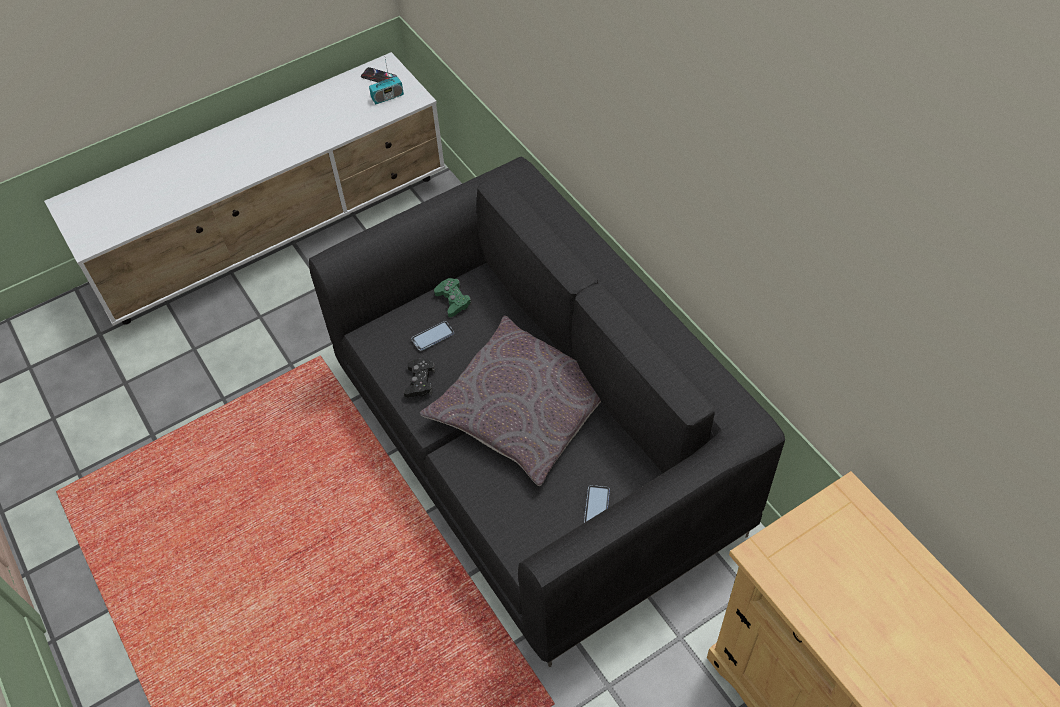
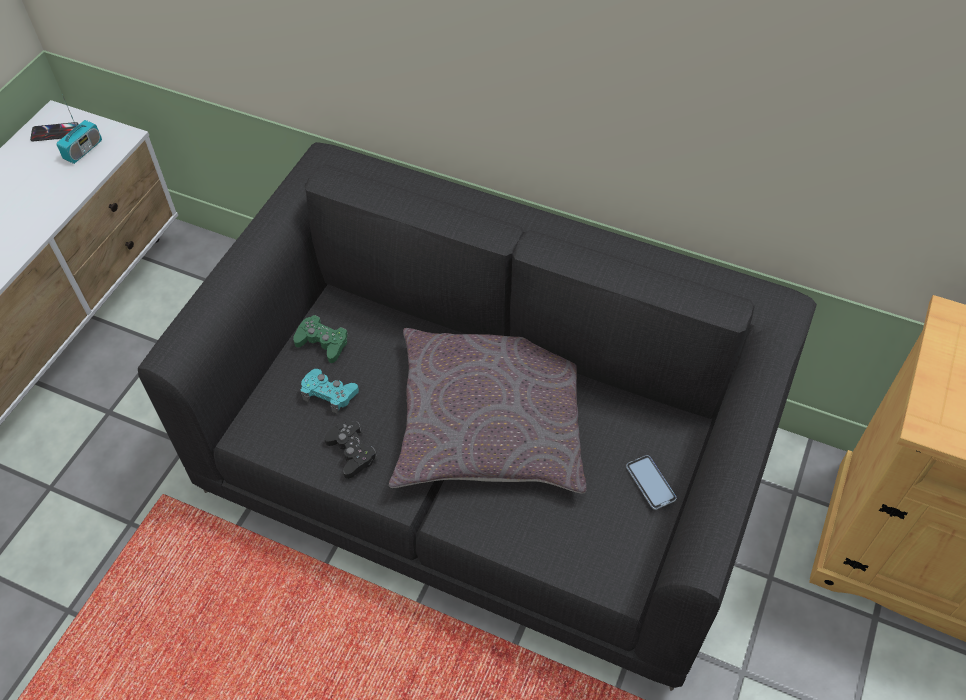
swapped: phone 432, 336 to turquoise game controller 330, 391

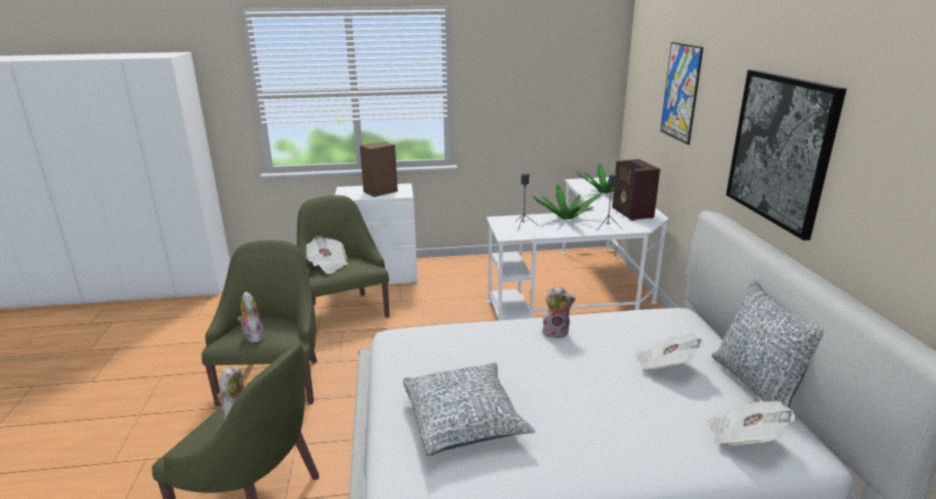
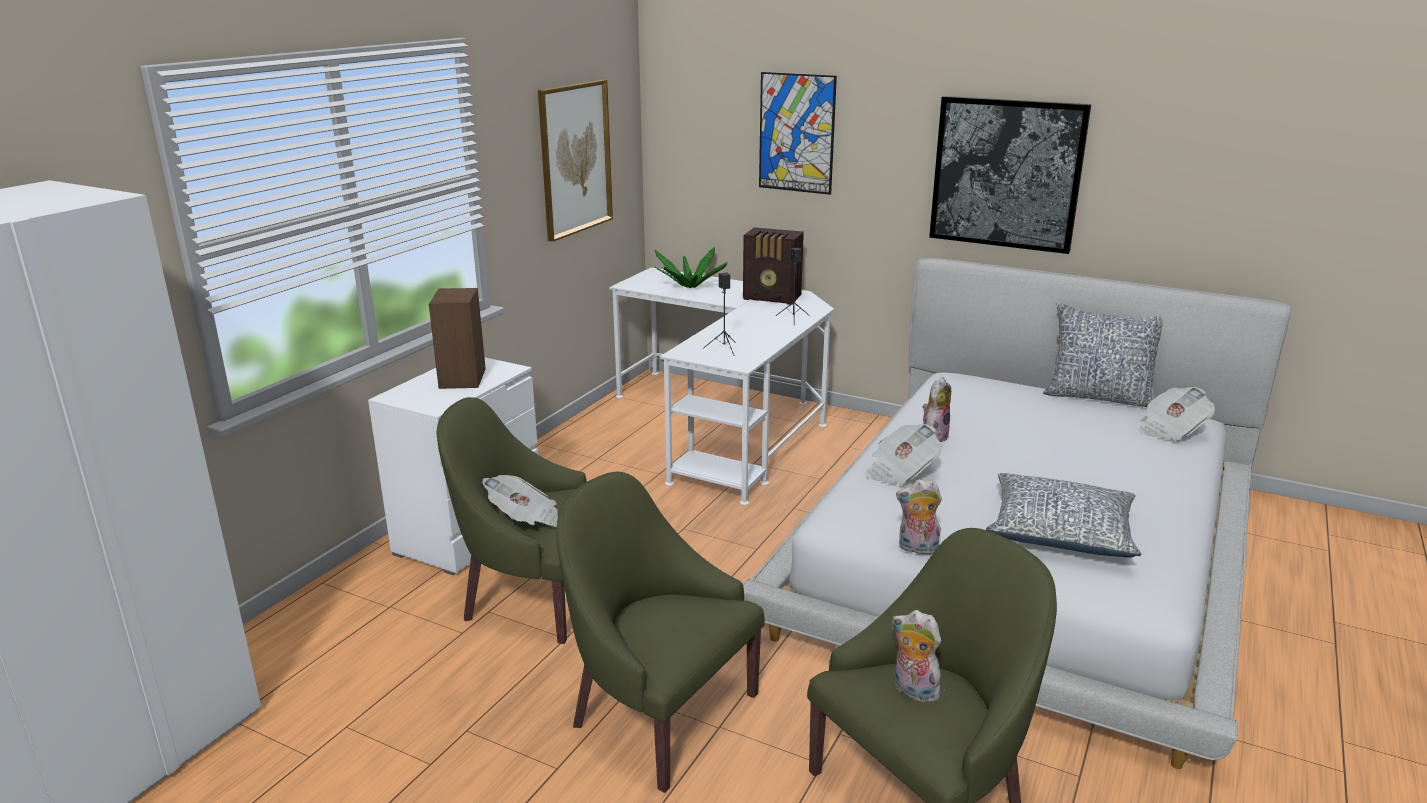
gone: potted plant 567, 202
new: picture 575, 161
shifted: plush toy 251, 316 to 919, 516; newspaper 670, 351 to 903, 454

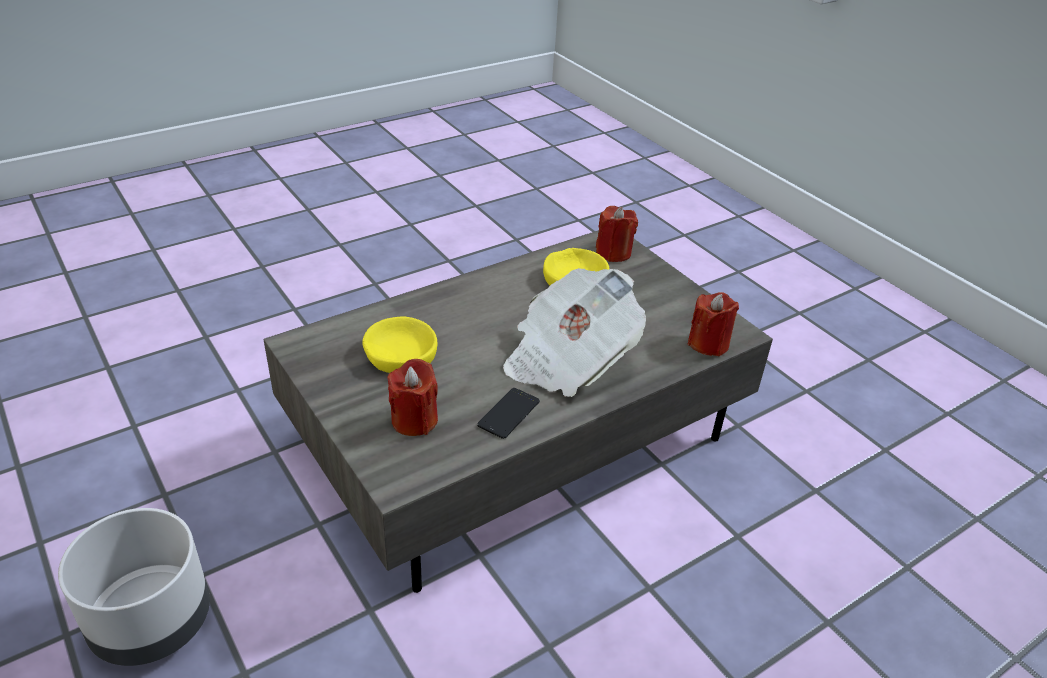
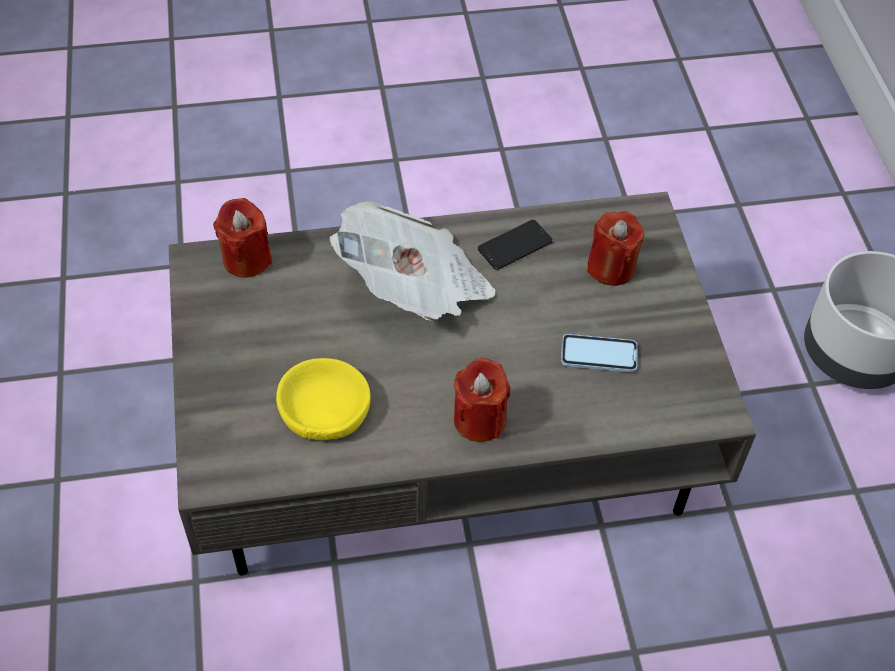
shifted: red candle 617, 234 to 482, 400
swapped: yellow bowl 399, 344 to phone 599, 353

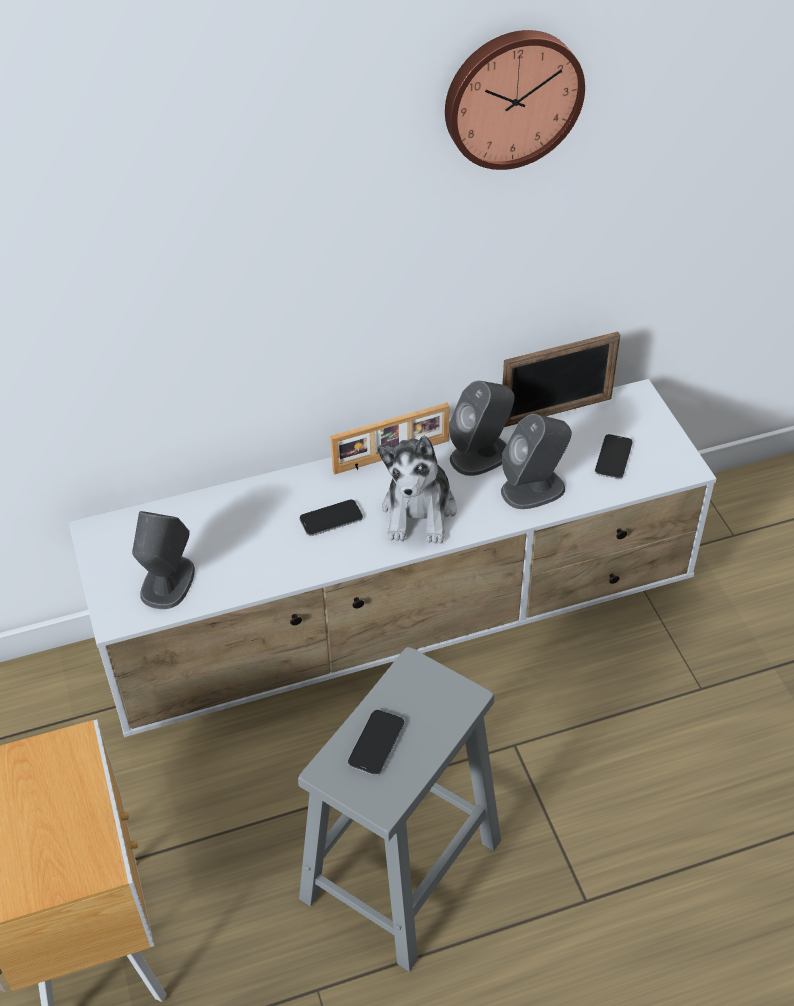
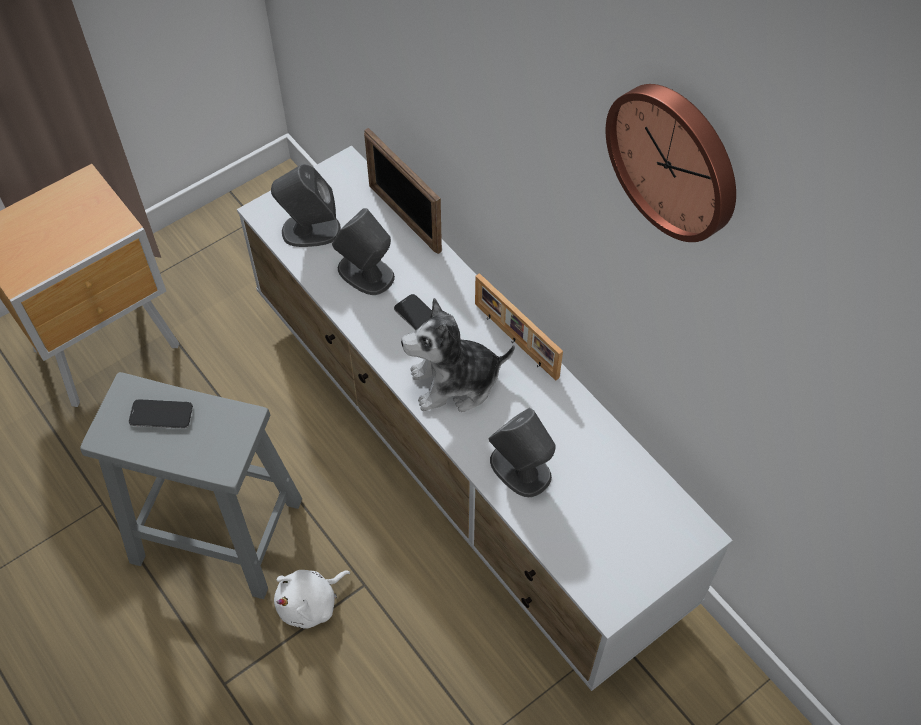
gone: phone 613, 456
new: white plush toy 312, 599
shifted: grey speaker 482, 428 to 363, 251; picture frame 561, 379 to 403, 191

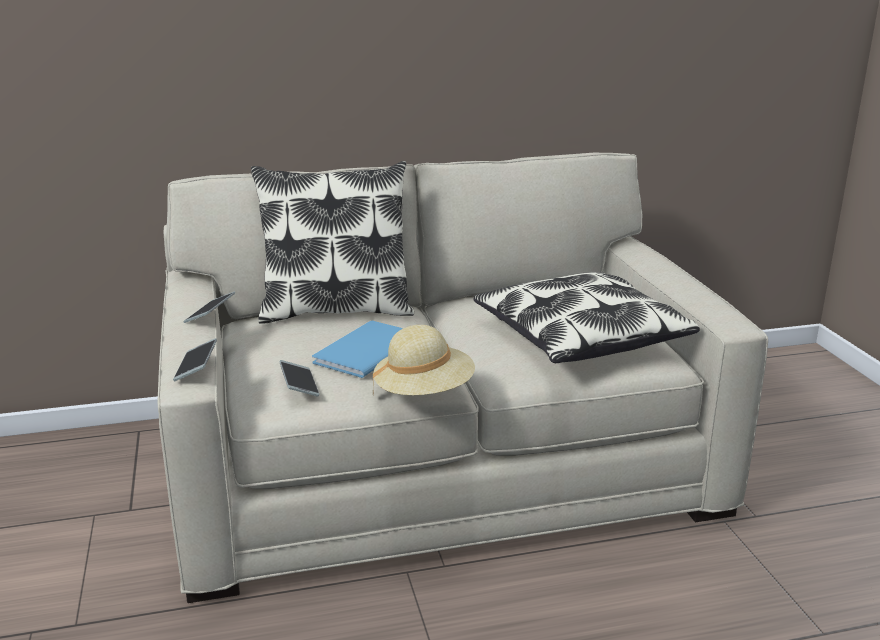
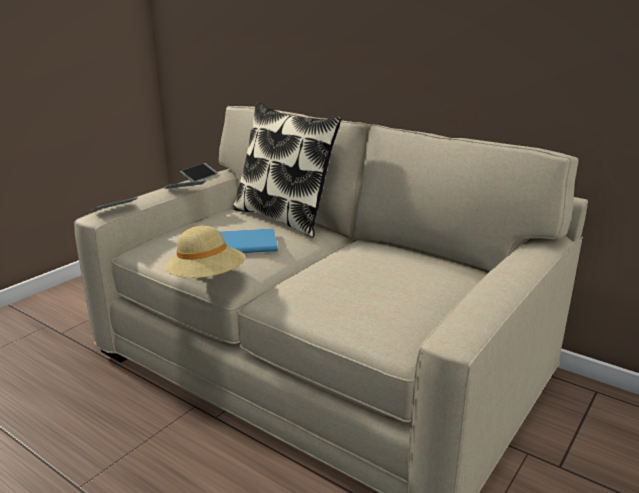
gone: pillow 587, 317
shifted: phone 299, 378 to 199, 172

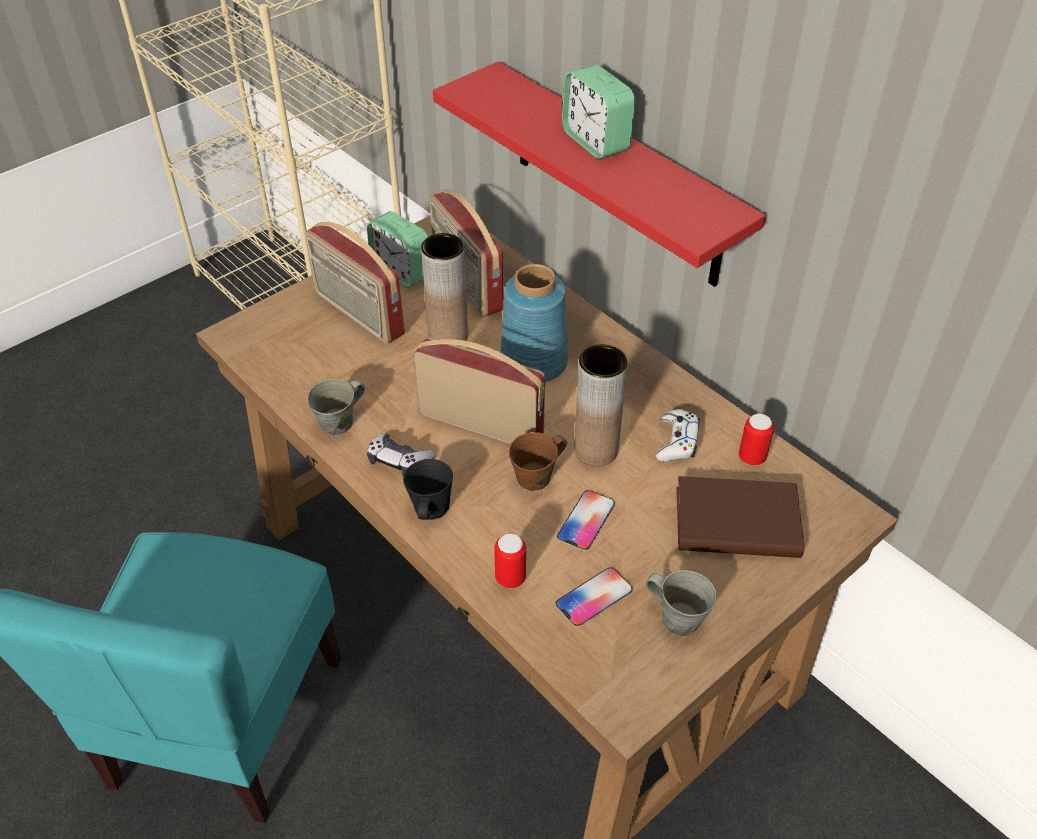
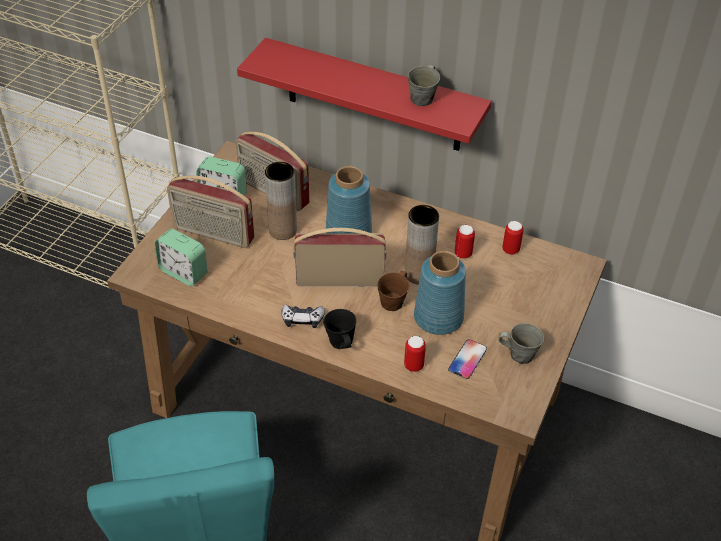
gone: brown book 740, 517
shifted: grey mug 336, 407 to 424, 85; alarm clock 599, 112 to 180, 257
swapped: phone 586, 520 to blue vase 440, 293; white game controller 677, 435 to can 465, 242

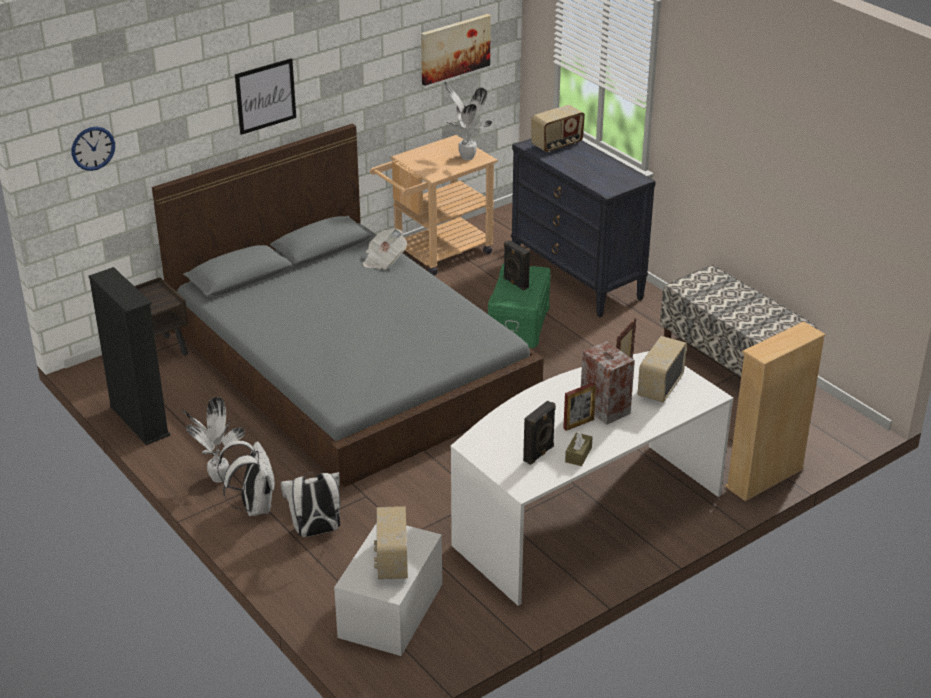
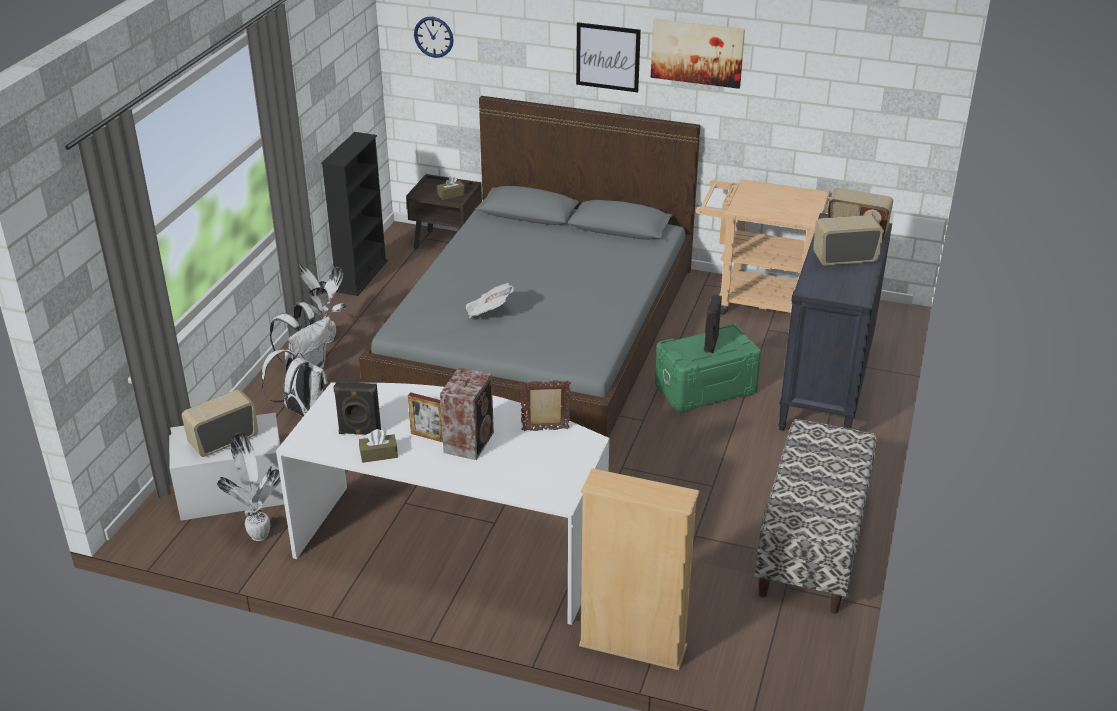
new: brown tissue box 451, 188
shifted: newspaper 385, 249 to 490, 300; picture 456, 50 to 698, 54; potted plant 468, 120 to 249, 487; radio 662, 369 to 848, 240

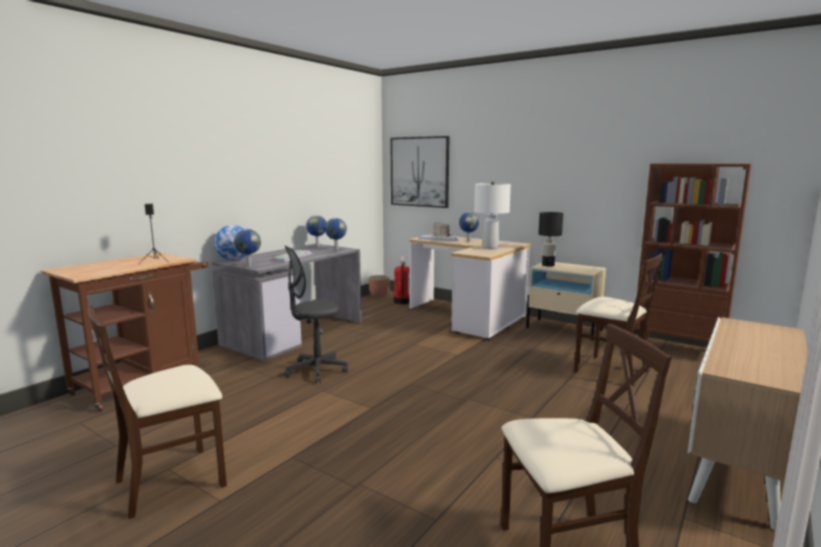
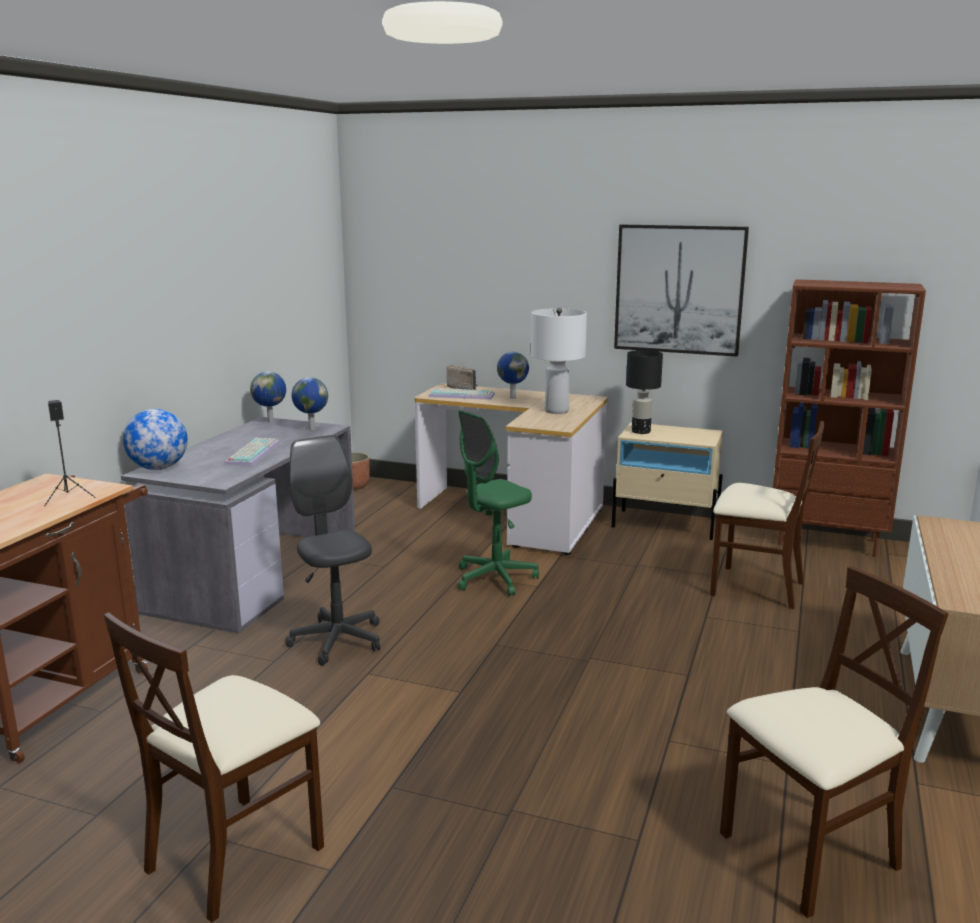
gone: globe 247, 248; fire extinguisher 402, 280
new: green office chair 498, 503
shifted: picture 420, 172 to 681, 291
rotated: grey office chair 316, 315 = 332, 550 105 degrees clockwise

